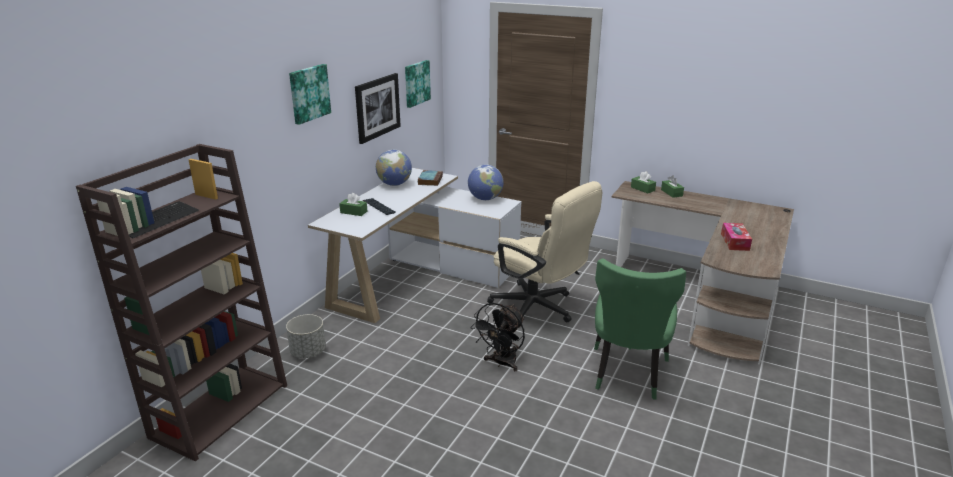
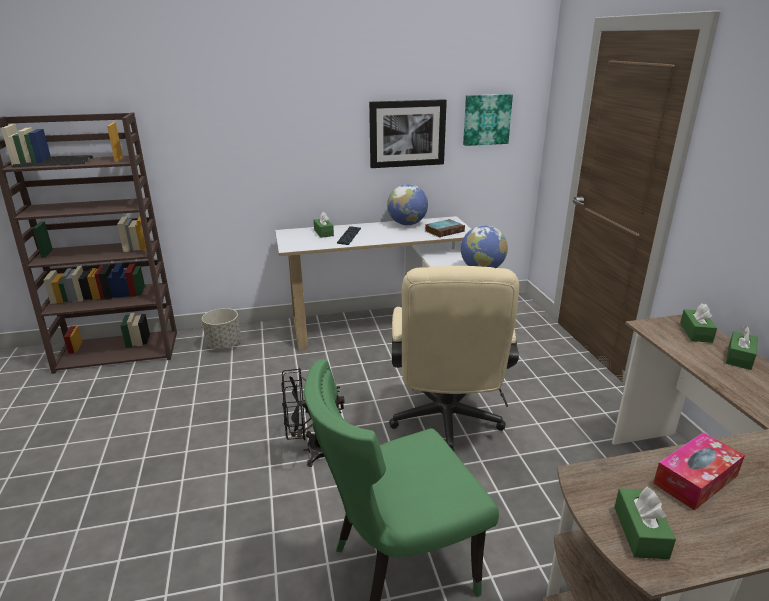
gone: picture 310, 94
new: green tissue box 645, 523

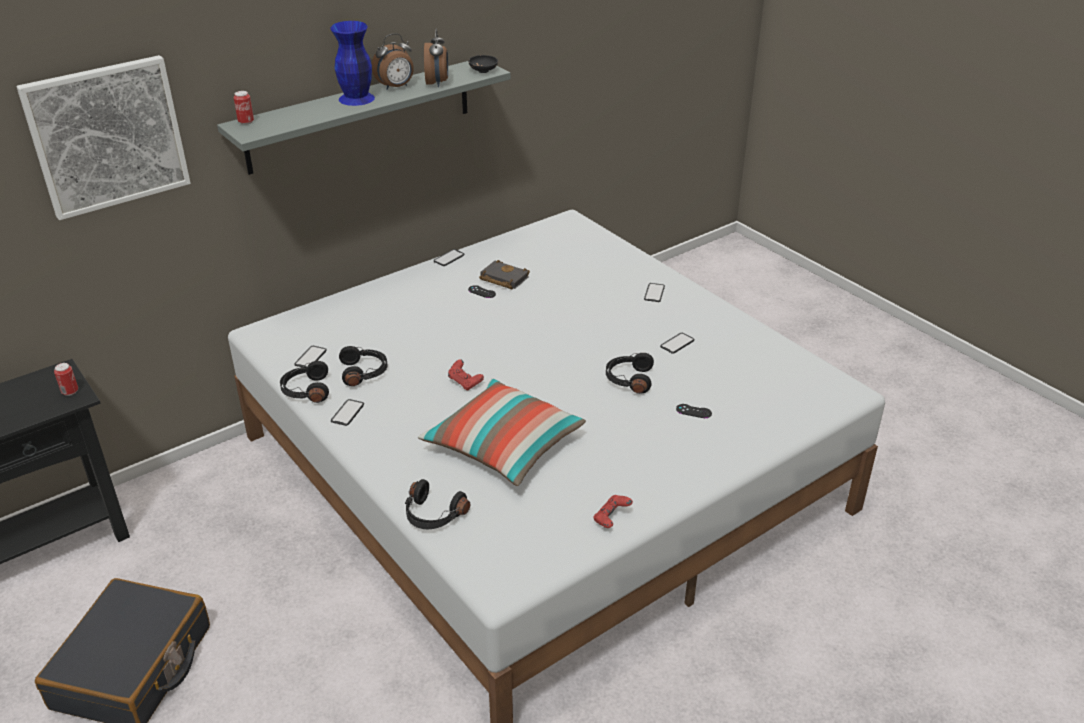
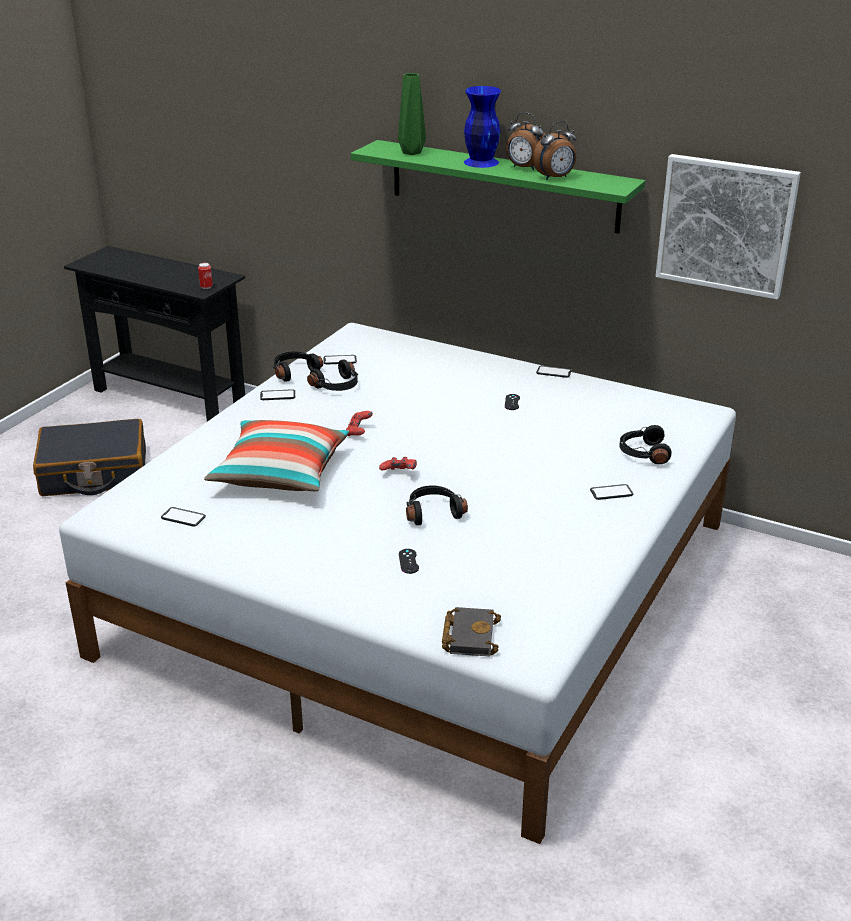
gone: can 244, 108; black bowl 483, 64
new: green vase 412, 114
shifted: picture 103, 137 to 728, 226; black headphones 437, 504 to 645, 444; black book 504, 275 to 471, 632; red game controller 613, 511 to 398, 464; phone 677, 343 to 183, 516
repainted: grey shelf 364, 118 to green shelf 498, 187

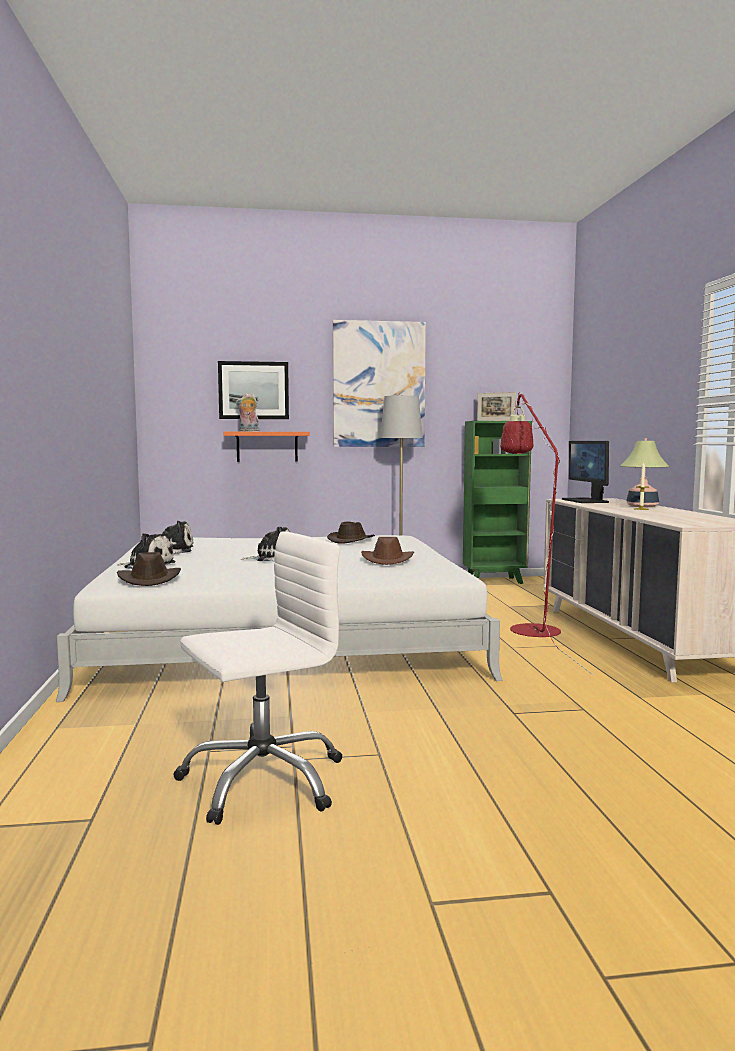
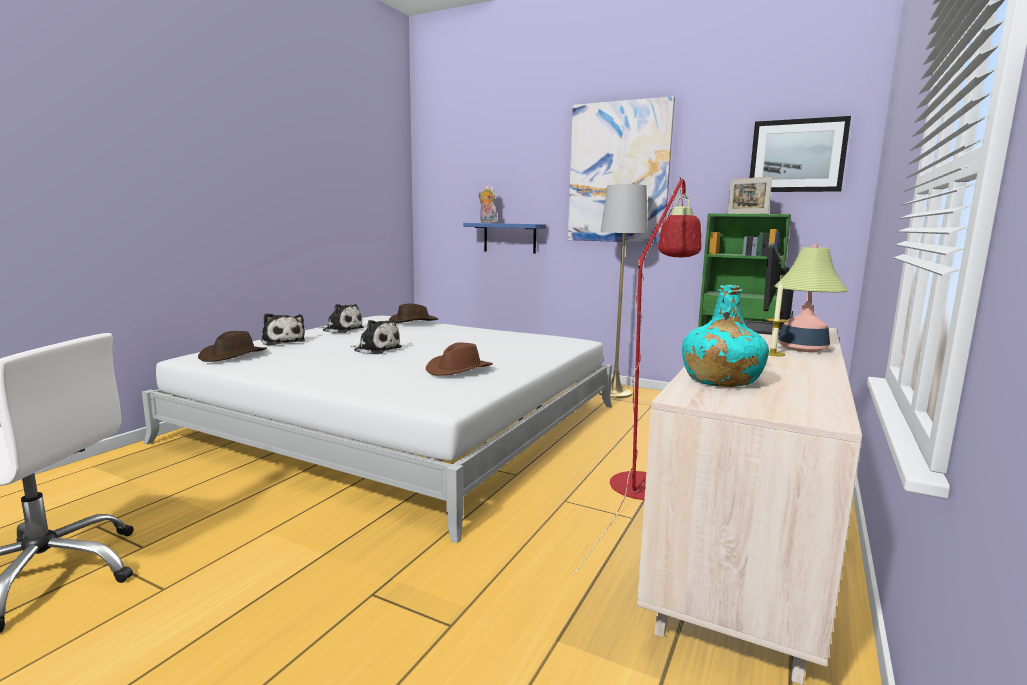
new: turquoise bottle 725, 336
shifted: picture 253, 390 to 800, 154; brown hat 351, 533 to 413, 313
repainted: orange shelf 267, 447 to blue shelf 504, 238

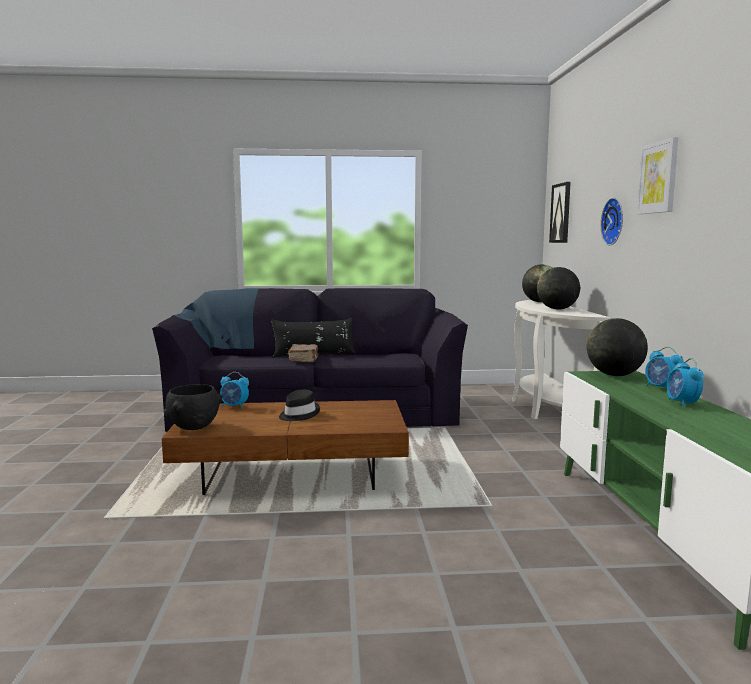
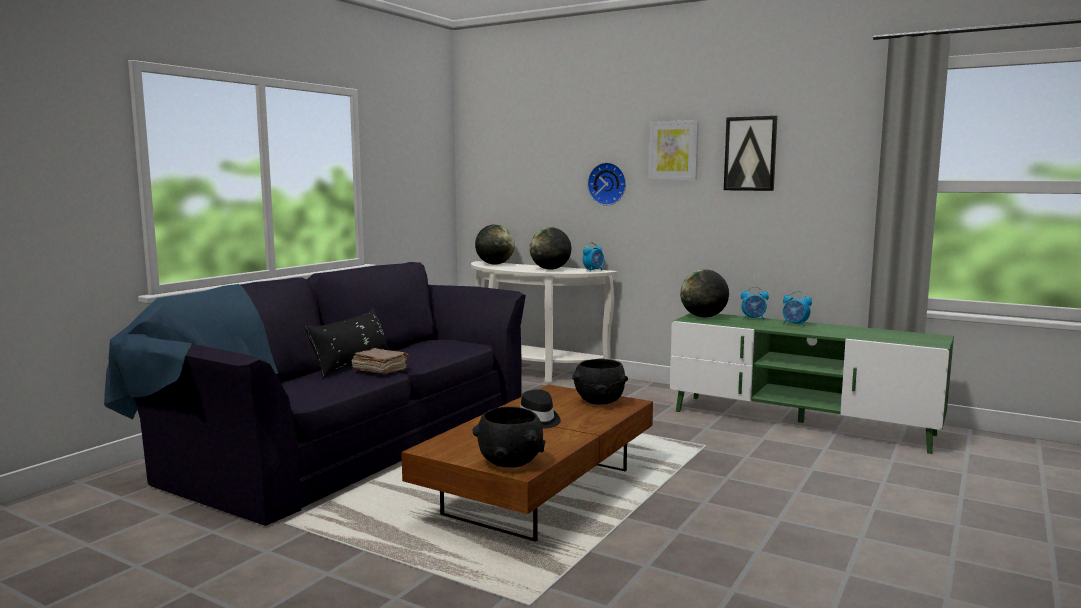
new: black bowl 600, 382
shifted: alarm clock 234, 390 to 593, 257; picture 560, 212 to 751, 153

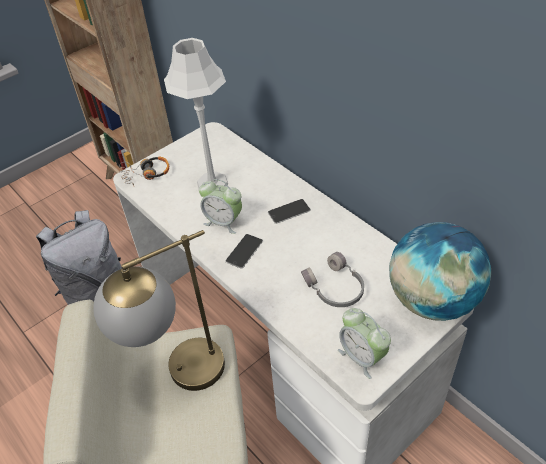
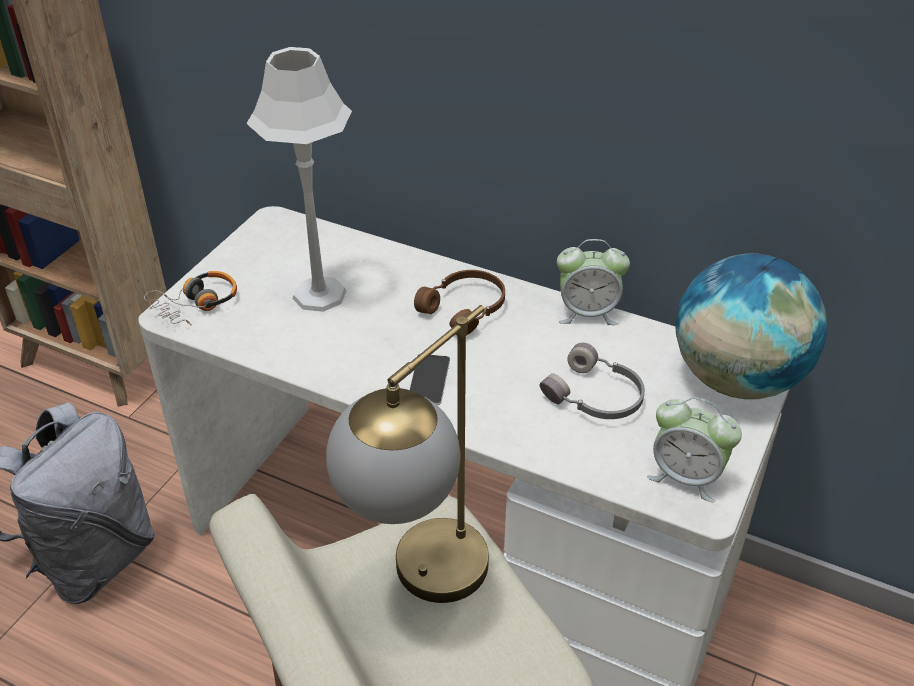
shifted: alarm clock 220, 206 to 593, 282
swapped: phone 289, 211 to brown headphones 459, 302

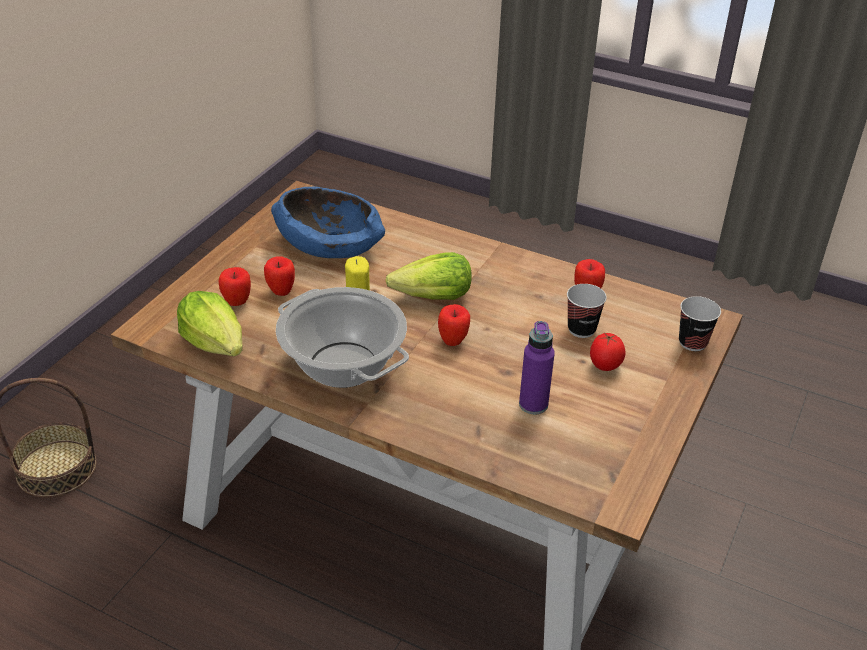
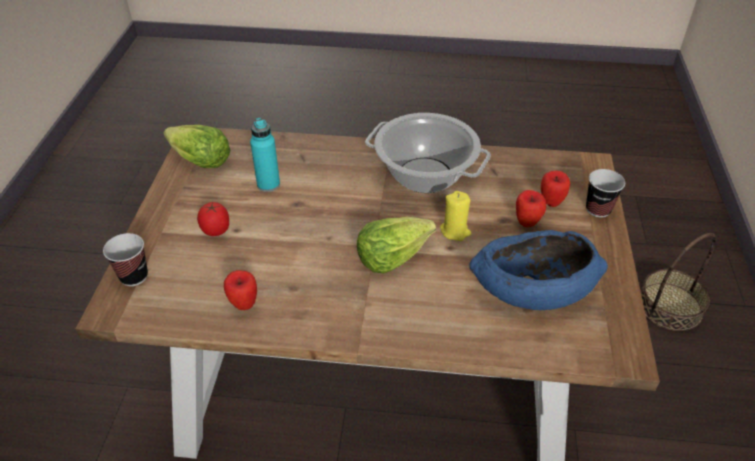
gone: apple 454, 325
shifted: lettuce 210, 323 to 197, 146; cup 587, 311 to 605, 193
repainted: purple bottle 537, 367 to turquoise bottle 265, 155

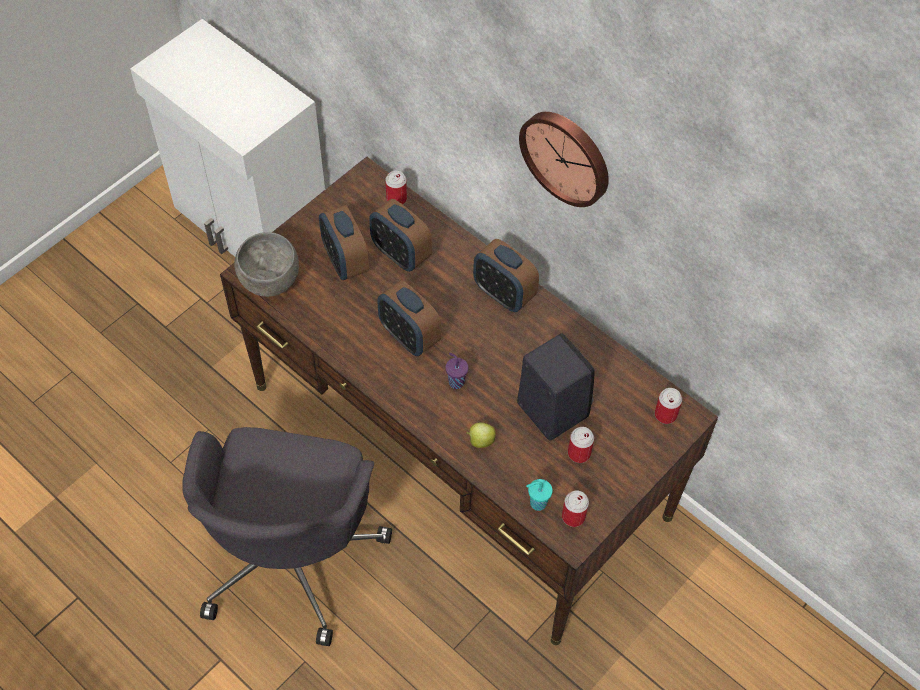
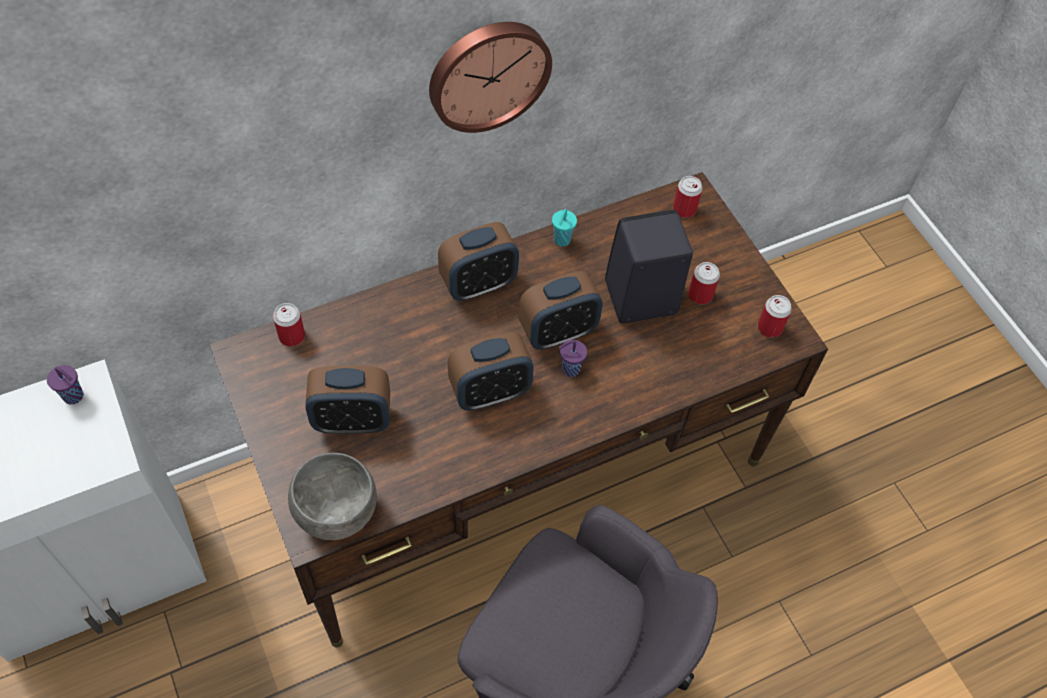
gone: apple 481, 435
new: purple cup 65, 385
shifted: alarm clock 400, 235 to 561, 310; turquoise cup 539, 495 to 564, 228

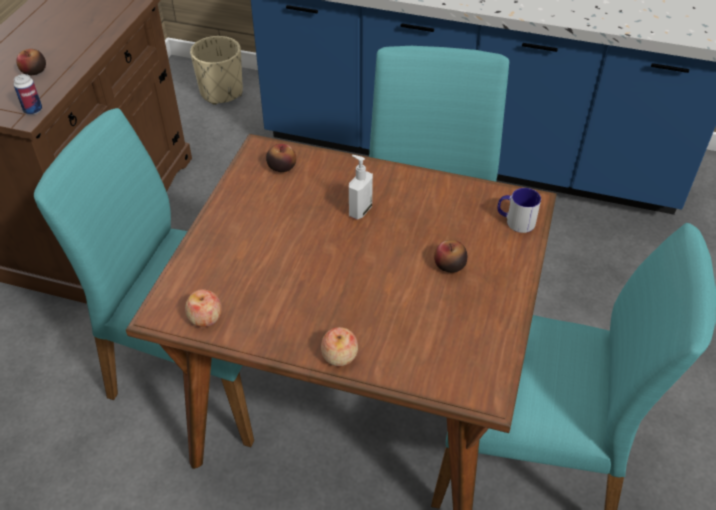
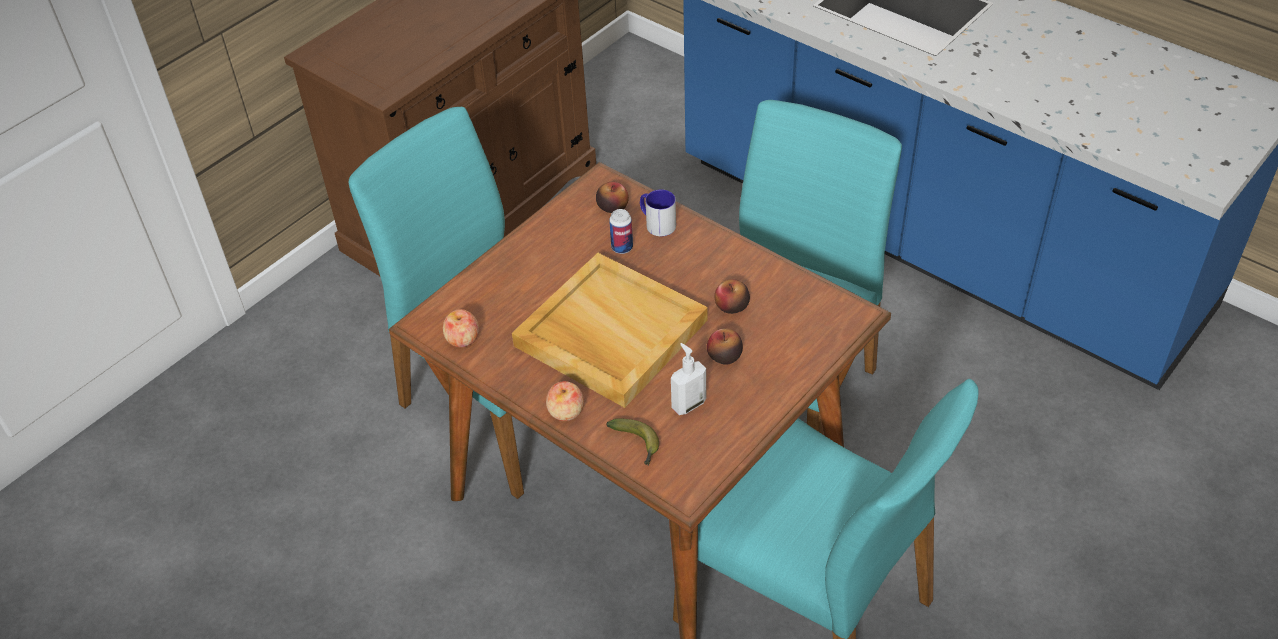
gone: beige planter 216, 70
new: beige tray 610, 330; banana 632, 442
shifted: can 28, 94 to 621, 231; apple 31, 62 to 732, 296; soap dispenser 361, 187 to 688, 379; mug 519, 210 to 658, 212

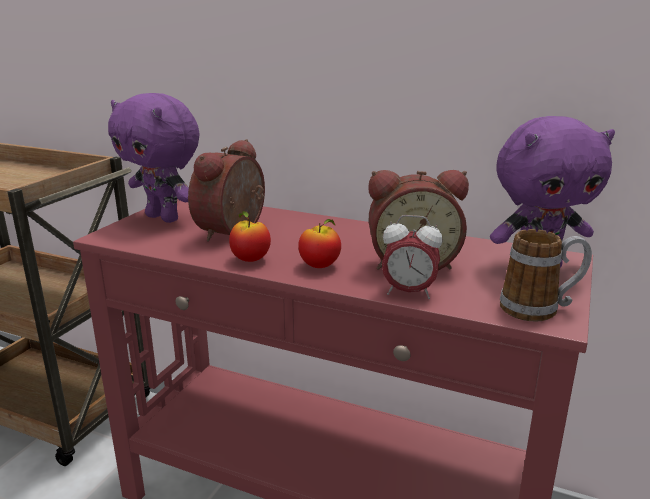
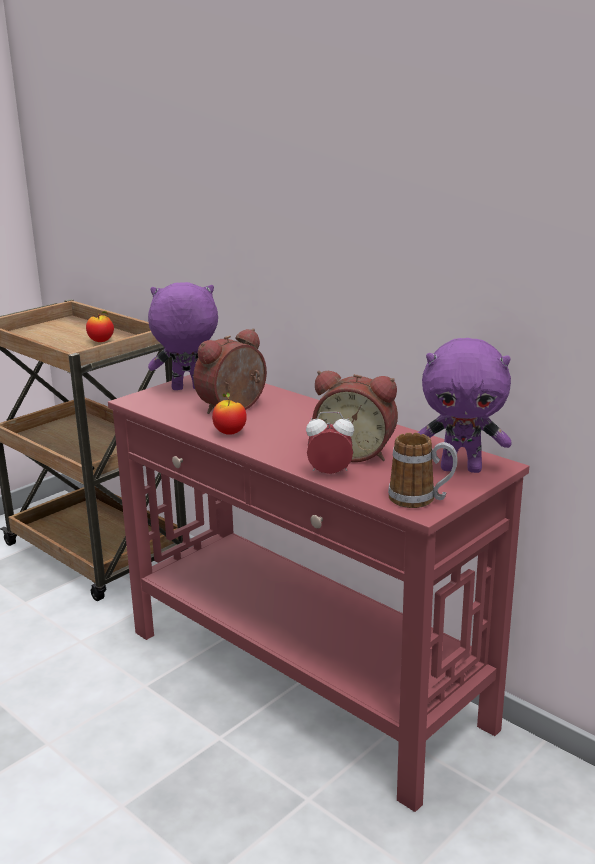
shifted: apple 319, 243 to 100, 326
rotated: purple plush toy 154, 158 = 183, 336 120 degrees clockwise; alarm clock 412, 257 = 330, 443 150 degrees clockwise

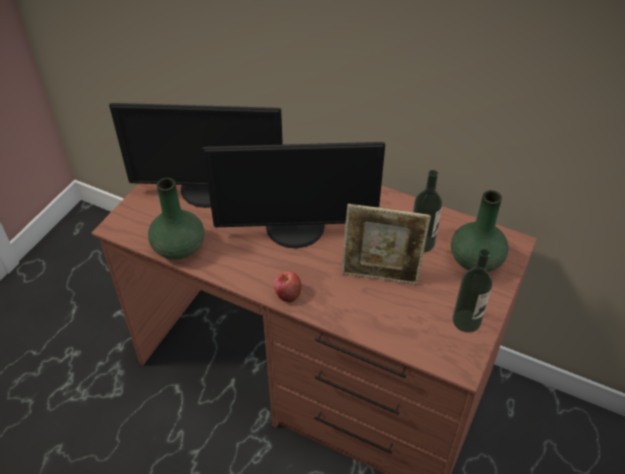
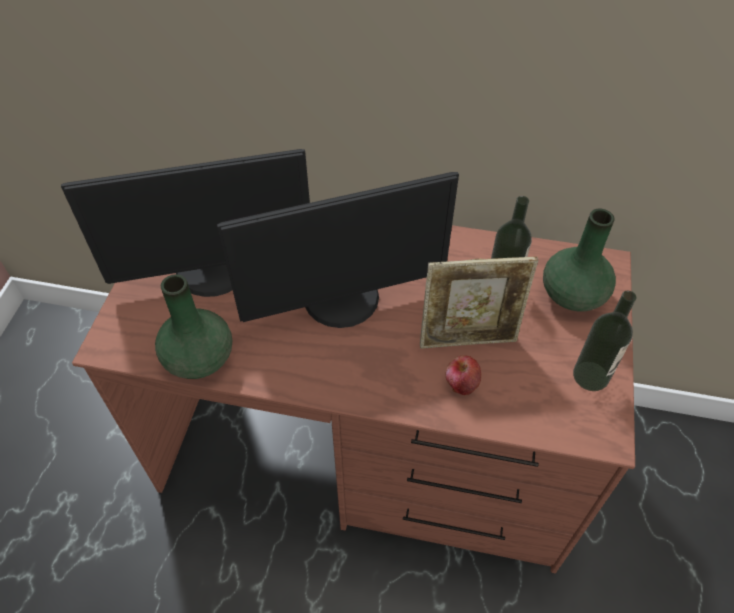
shifted: apple 287, 287 to 464, 375

